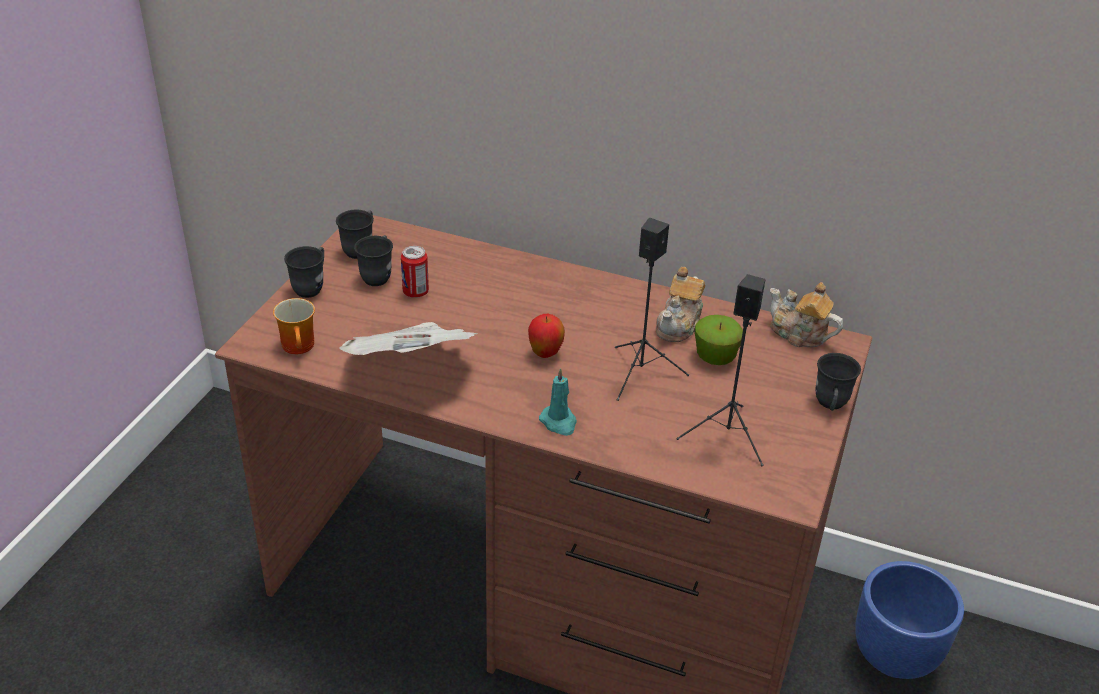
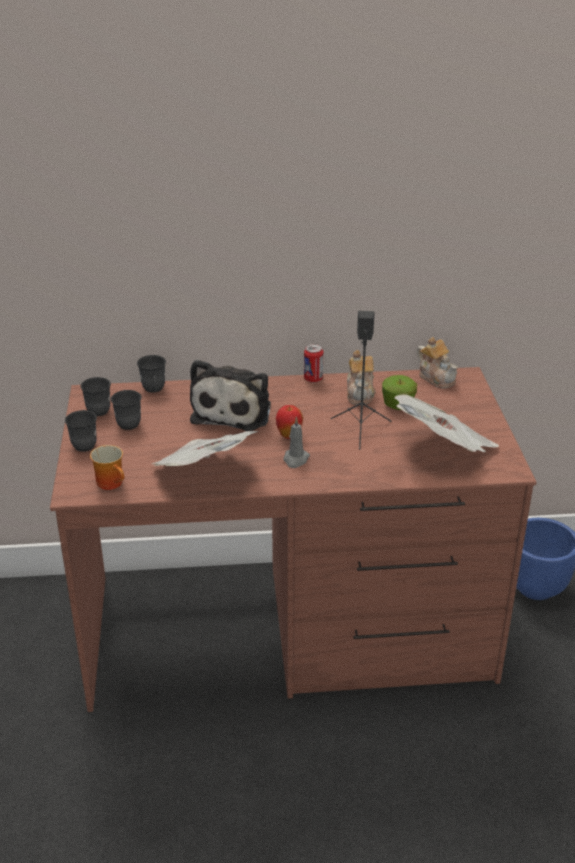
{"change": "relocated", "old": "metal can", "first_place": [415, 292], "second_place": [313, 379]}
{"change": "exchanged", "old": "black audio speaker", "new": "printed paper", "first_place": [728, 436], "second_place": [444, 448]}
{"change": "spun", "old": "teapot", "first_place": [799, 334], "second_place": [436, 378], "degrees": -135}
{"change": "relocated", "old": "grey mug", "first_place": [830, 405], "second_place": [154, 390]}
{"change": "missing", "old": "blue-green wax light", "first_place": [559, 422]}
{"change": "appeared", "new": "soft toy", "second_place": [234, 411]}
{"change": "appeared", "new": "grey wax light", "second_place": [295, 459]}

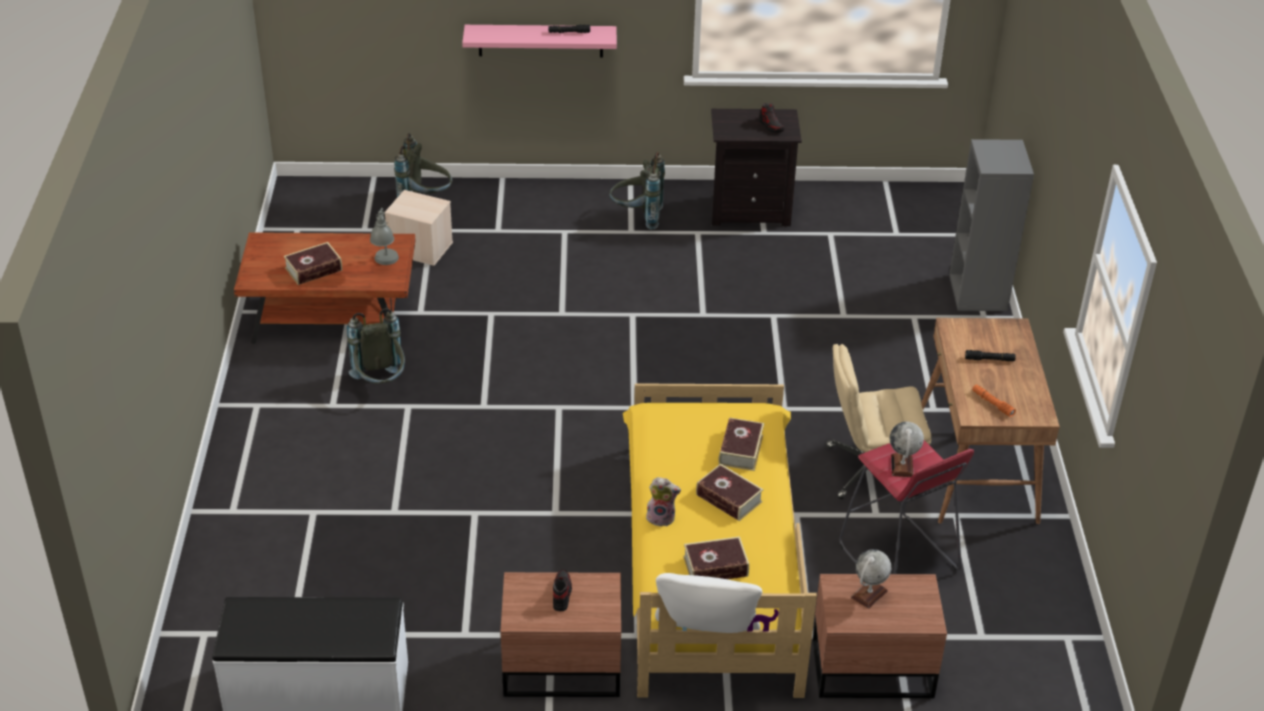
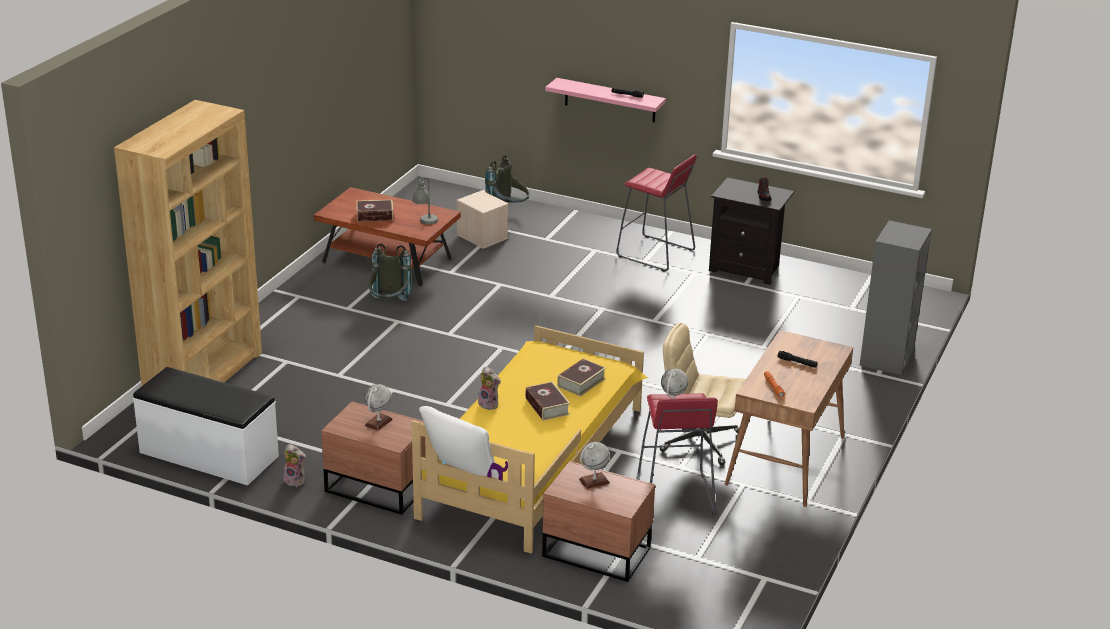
{"change": "exchanged", "old": "grey backpack", "new": "red-coloured stool seat", "first_place": [637, 217], "second_place": [655, 254]}
{"change": "missing", "old": "book", "first_place": [715, 566]}
{"change": "exchanged", "old": "low shoe", "new": "world globe", "first_place": [561, 594], "second_place": [378, 422]}
{"change": "appeared", "new": "brown-coloured bookshelf", "second_place": [204, 375]}
{"change": "appeared", "new": "soft toy", "second_place": [296, 481]}

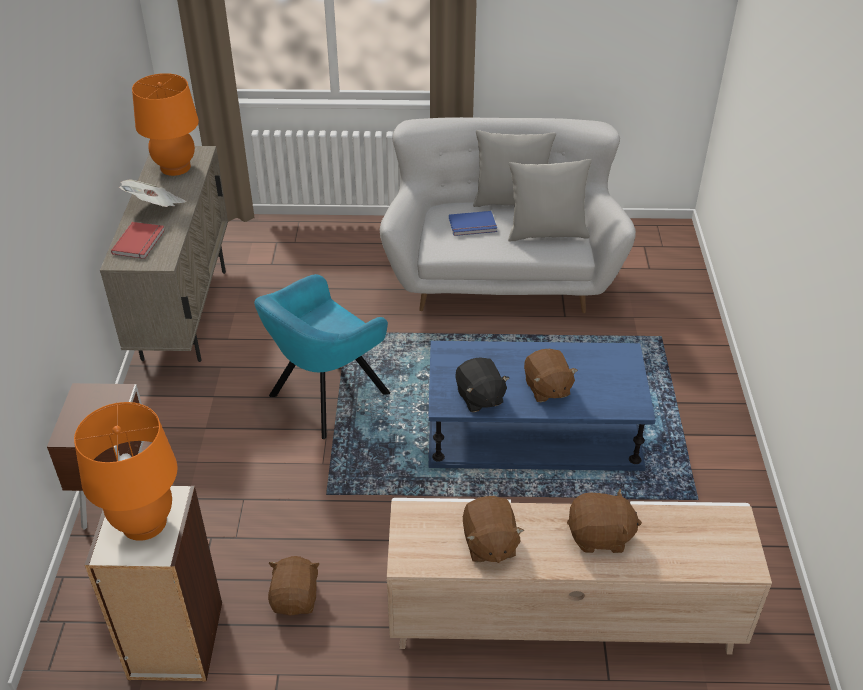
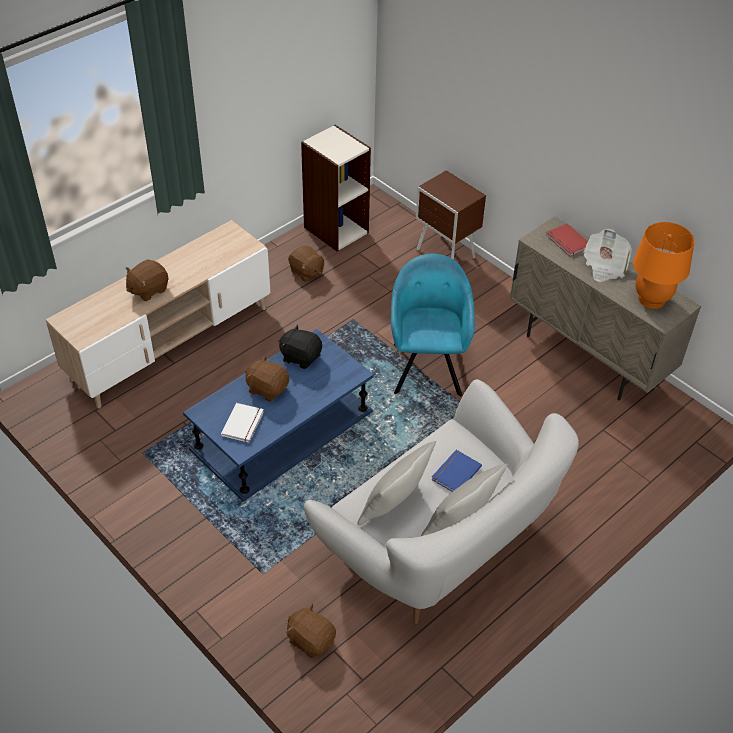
{"change": "missing", "old": "orangey table lamp", "first_place": [144, 523]}
{"change": "relocated", "old": "brown-coloured soft toy", "first_place": [489, 544], "second_place": [311, 639]}
{"change": "appeared", "new": "whitish book", "second_place": [244, 424]}

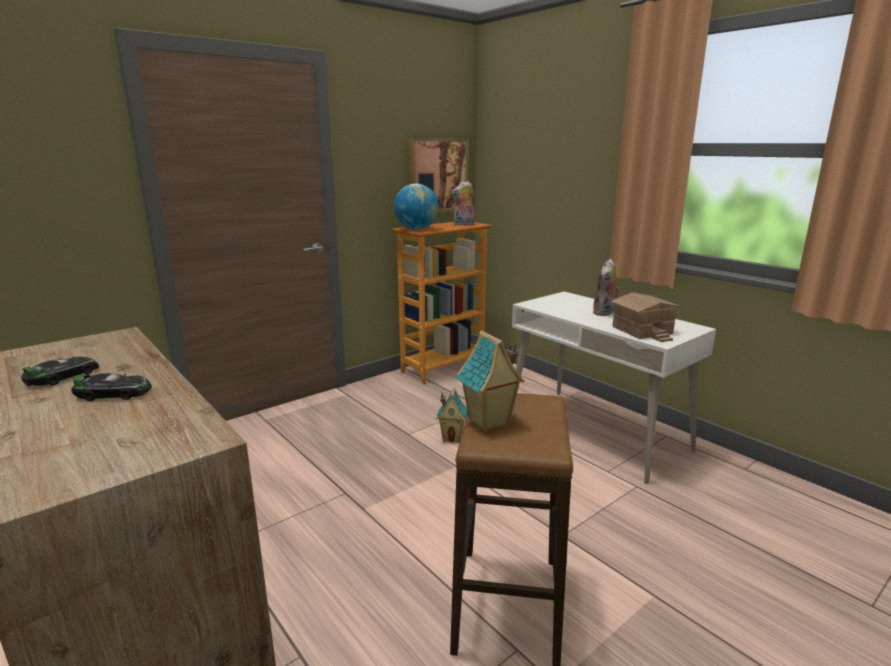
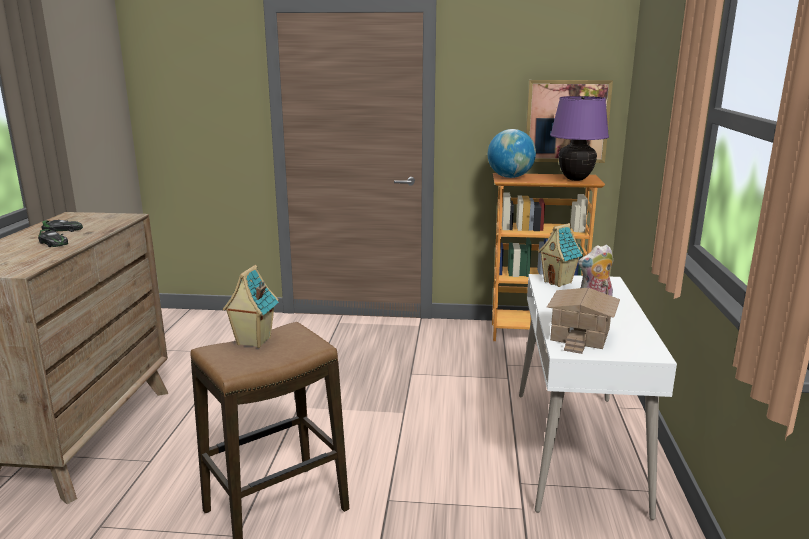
{"change": "exchanged", "old": "soft toy", "new": "purplish table lamp", "first_place": [464, 224], "second_place": [575, 179]}
{"change": "relocated", "old": "model house", "first_place": [453, 437], "second_place": [558, 282]}

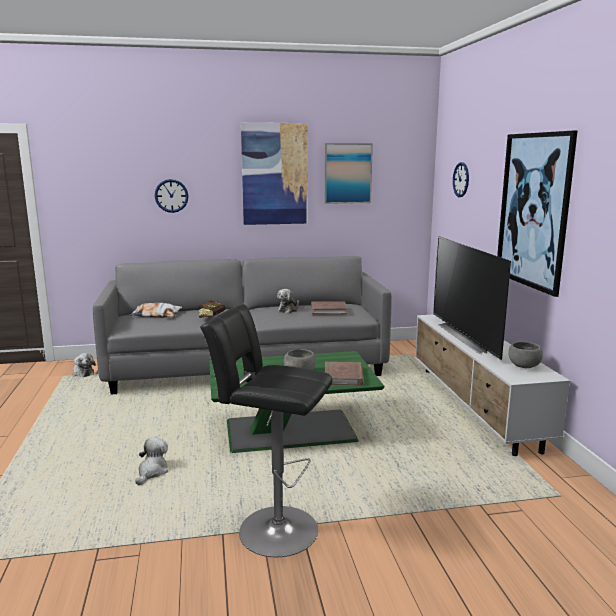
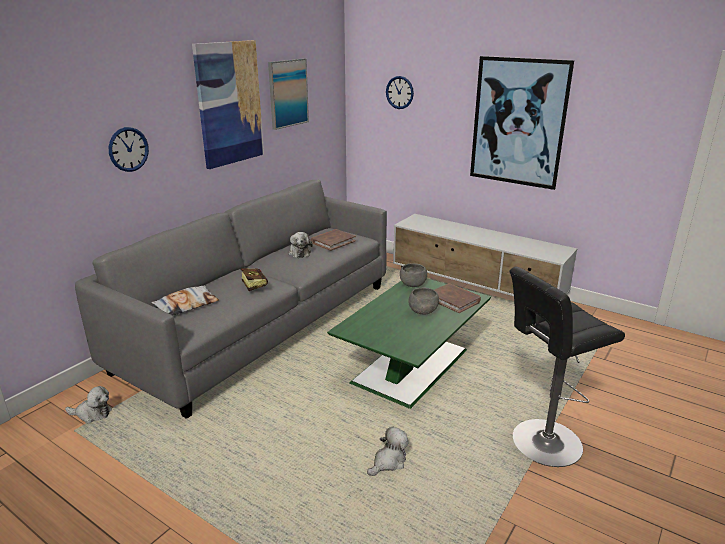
{"change": "missing", "old": "TV", "first_place": [469, 337]}
{"change": "relocated", "old": "grey deep dish", "first_place": [523, 366], "second_place": [412, 285]}
{"change": "spun", "old": "soft toy", "first_place": [152, 472], "second_place": [389, 462], "degrees": 75}

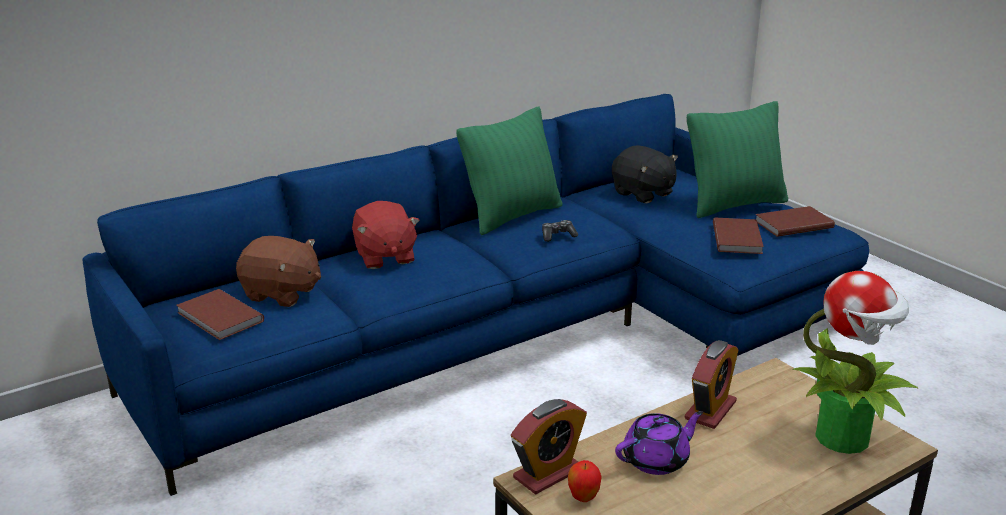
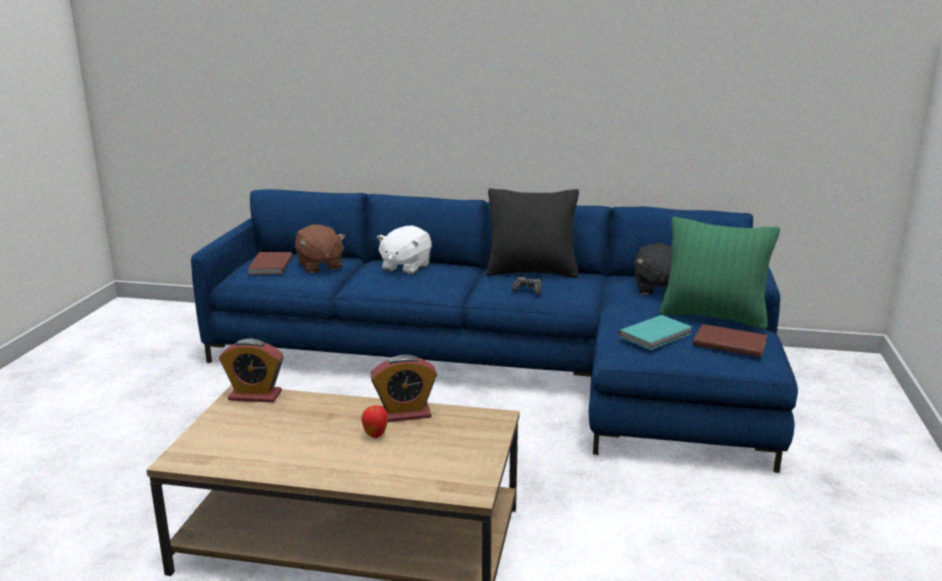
{"change": "colour", "old": "greenish pillow", "new": "black pillow", "first_place": [512, 216], "second_place": [531, 272]}
{"change": "colour", "old": "red-coloured soft toy", "new": "whitish soft toy", "first_place": [384, 257], "second_place": [405, 267]}
{"change": "colour", "old": "brown-coloured book", "new": "blue-green book", "first_place": [738, 238], "second_place": [657, 335]}
{"change": "missing", "old": "houseplant", "first_place": [844, 437]}
{"change": "missing", "old": "purplish teapot", "first_place": [657, 460]}
{"change": "relocated", "old": "whole apple", "first_place": [583, 498], "second_place": [375, 435]}

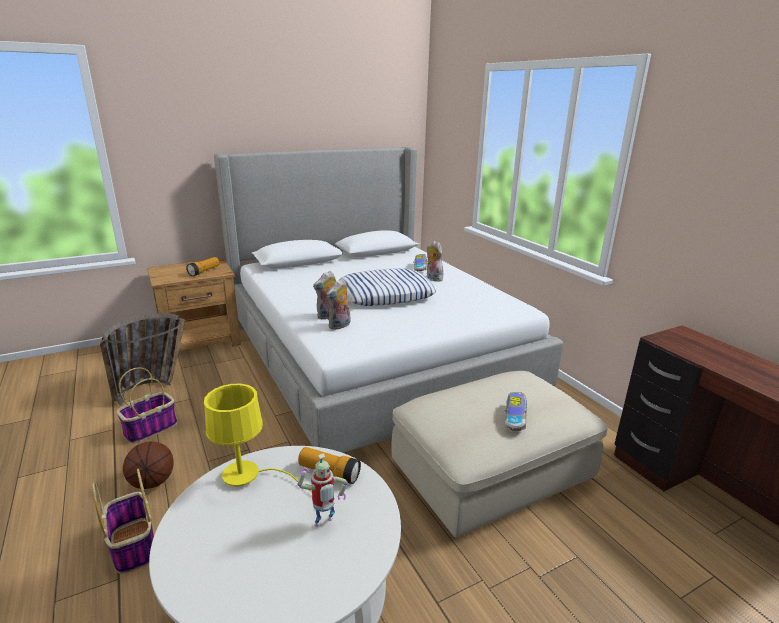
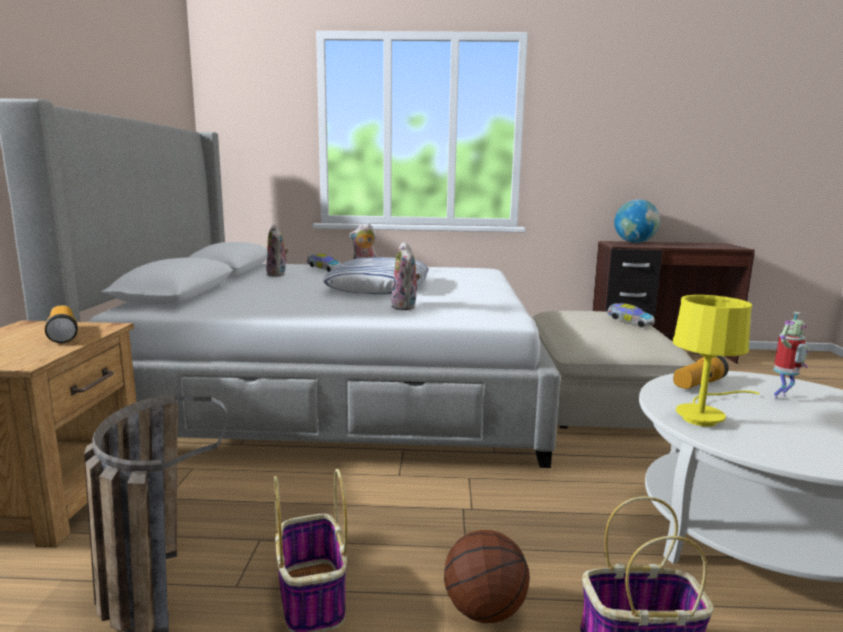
{"change": "relocated", "old": "soft toy", "first_place": [339, 326], "second_place": [278, 274]}
{"change": "spun", "old": "robot figure", "first_place": [324, 524], "second_place": [782, 398], "degrees": 60}
{"change": "appeared", "new": "world globe", "second_place": [634, 242]}

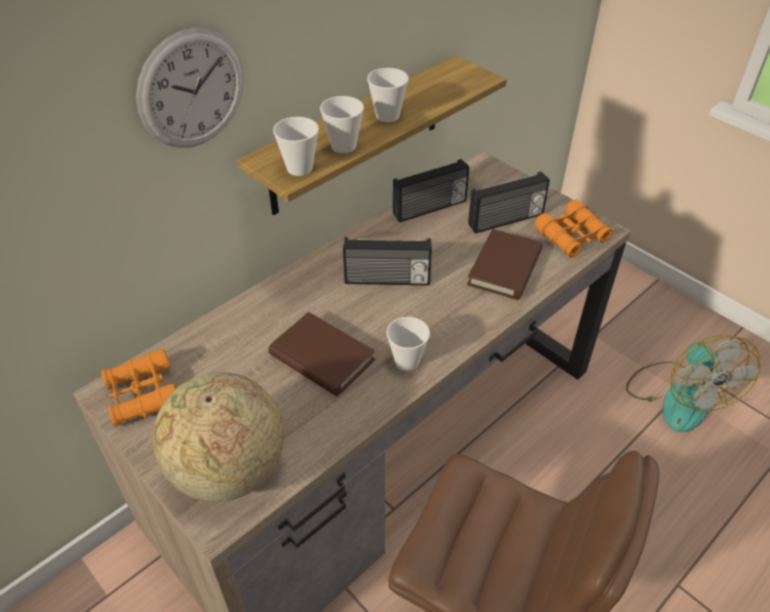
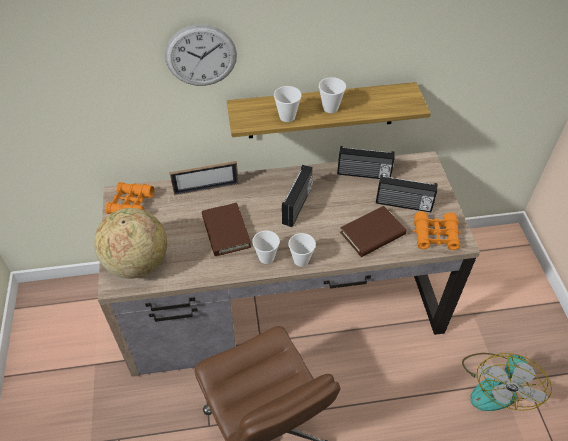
{"change": "relocated", "old": "cup", "first_place": [299, 168], "second_place": [301, 260]}
{"change": "spun", "old": "radio", "first_place": [387, 280], "second_place": [298, 206], "degrees": -105}
{"change": "appeared", "new": "standing frame", "second_place": [206, 188]}

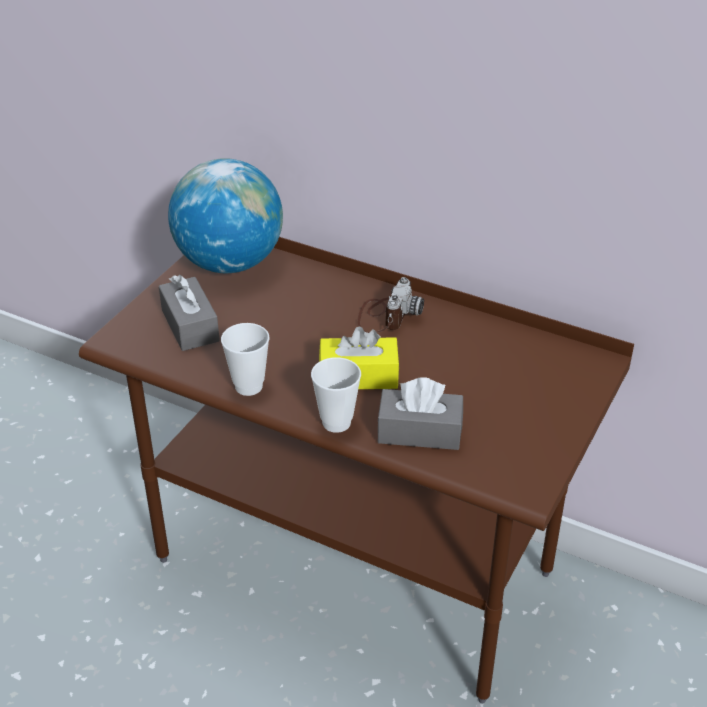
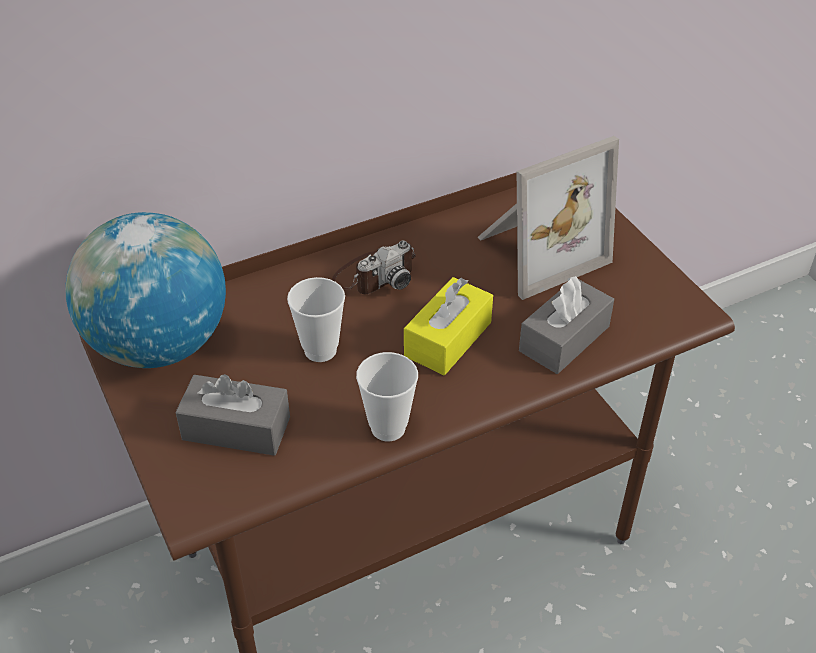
{"change": "spun", "old": "photo camera", "first_place": [386, 315], "second_place": [374, 275], "degrees": 90}
{"change": "relocated", "old": "cup", "first_place": [336, 422], "second_place": [320, 350]}
{"change": "appeared", "new": "standing frame", "second_place": [537, 250]}

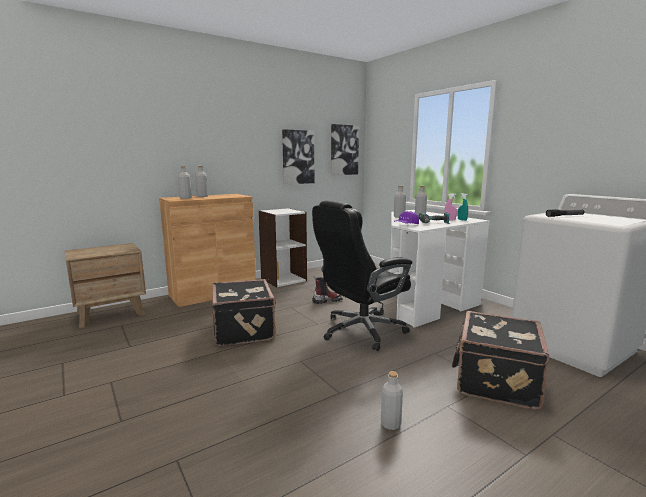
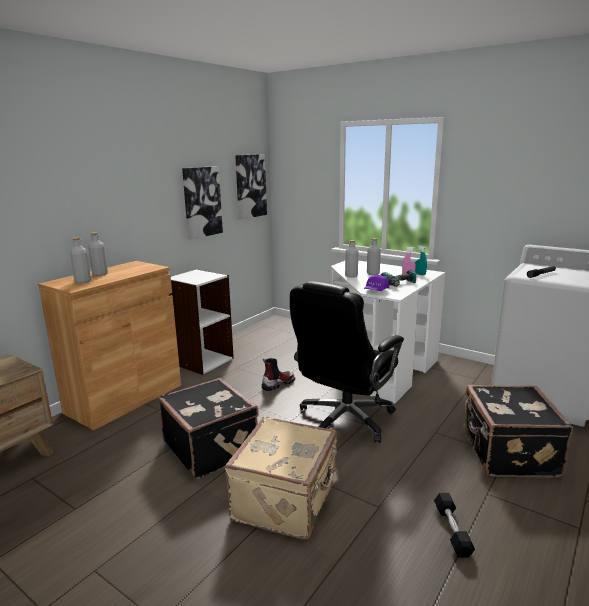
{"change": "exchanged", "old": "grey beverage bottle", "new": "black hand weight", "first_place": [390, 424], "second_place": [452, 530]}
{"change": "appeared", "new": "beige travel case", "second_place": [287, 500]}

